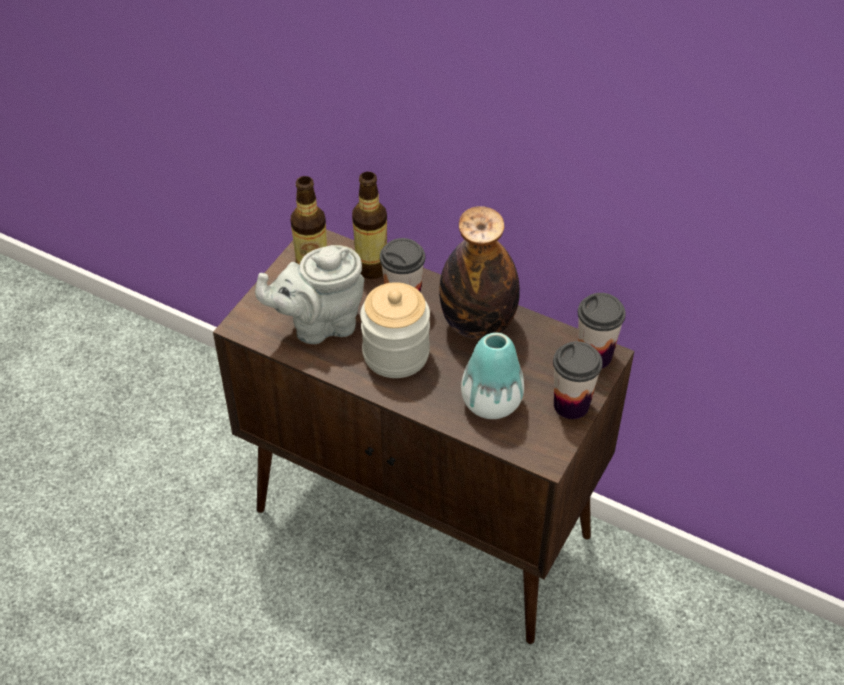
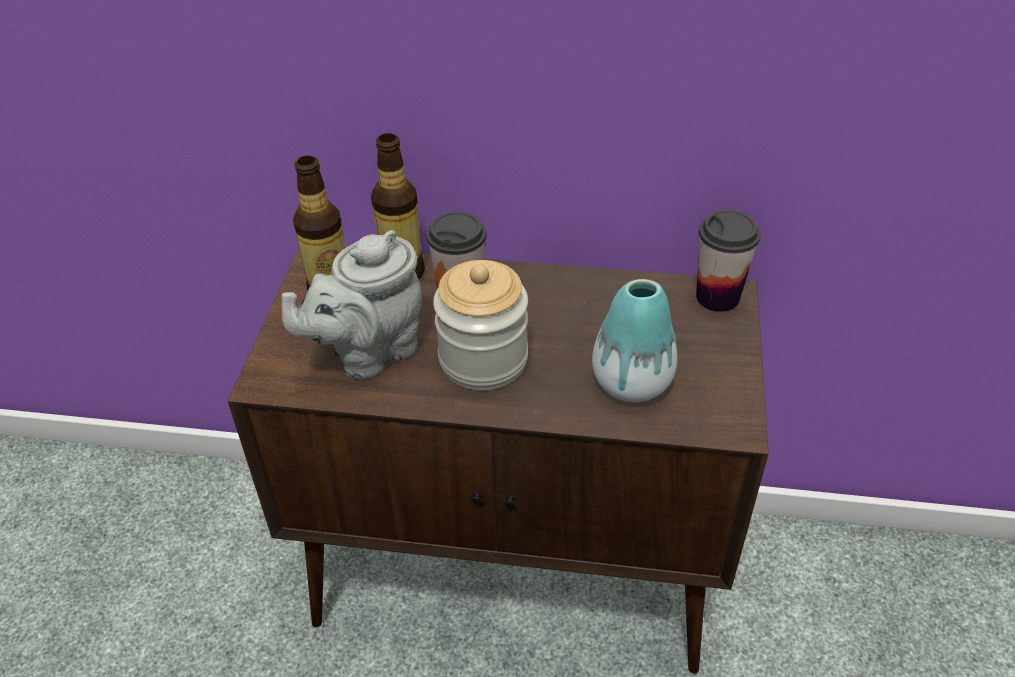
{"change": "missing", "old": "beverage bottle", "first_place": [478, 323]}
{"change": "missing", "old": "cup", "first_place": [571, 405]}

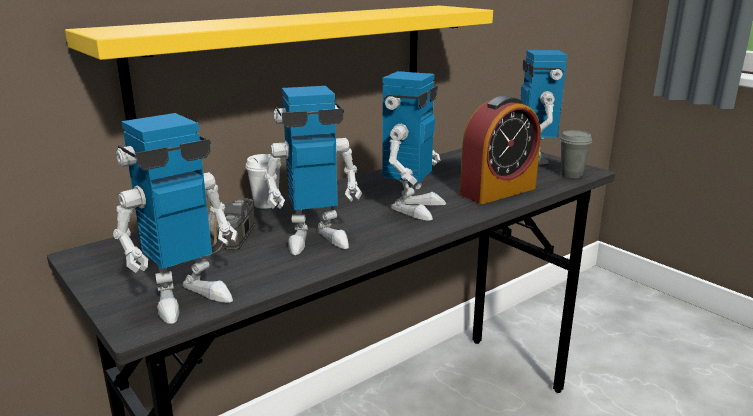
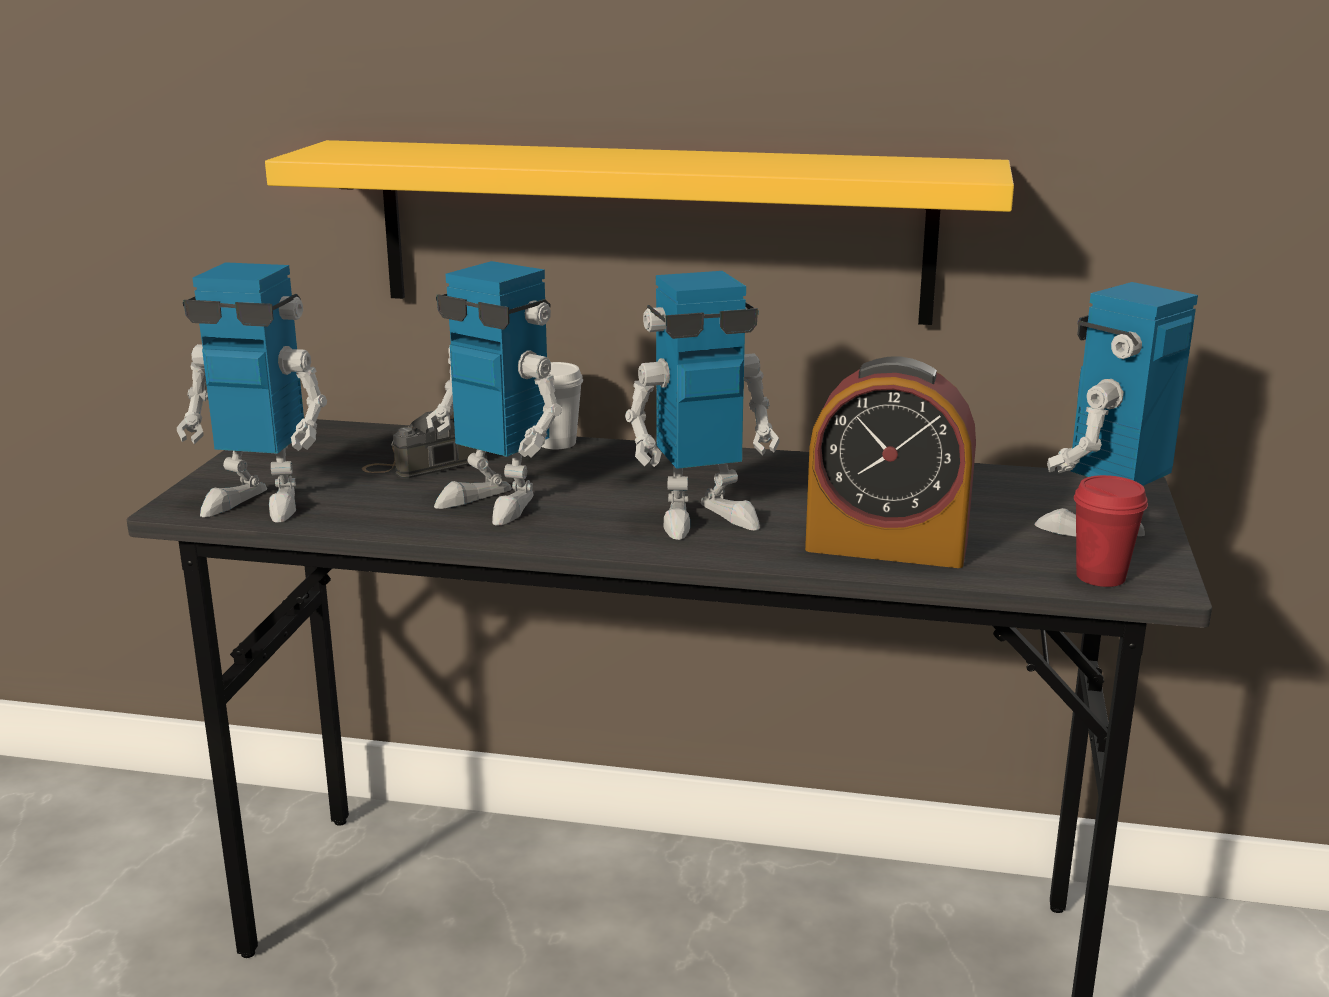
{"change": "colour", "old": "grey cup", "new": "red-coloured cup", "first_place": [571, 175], "second_place": [1100, 577]}

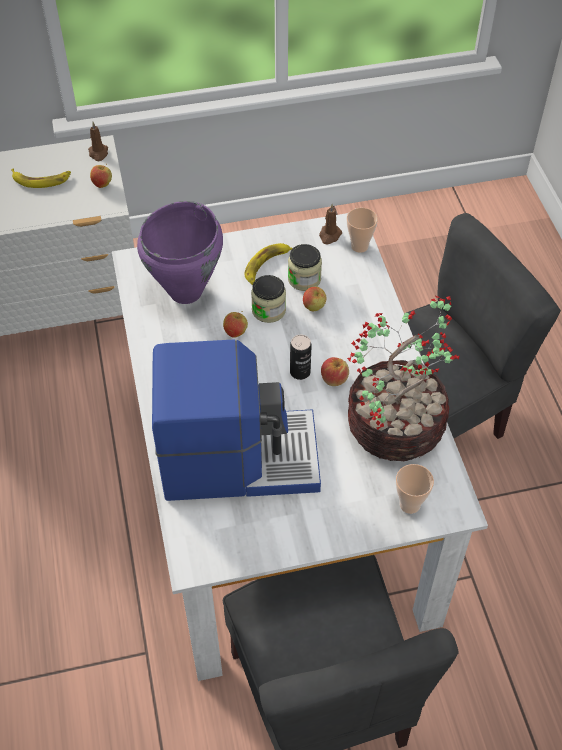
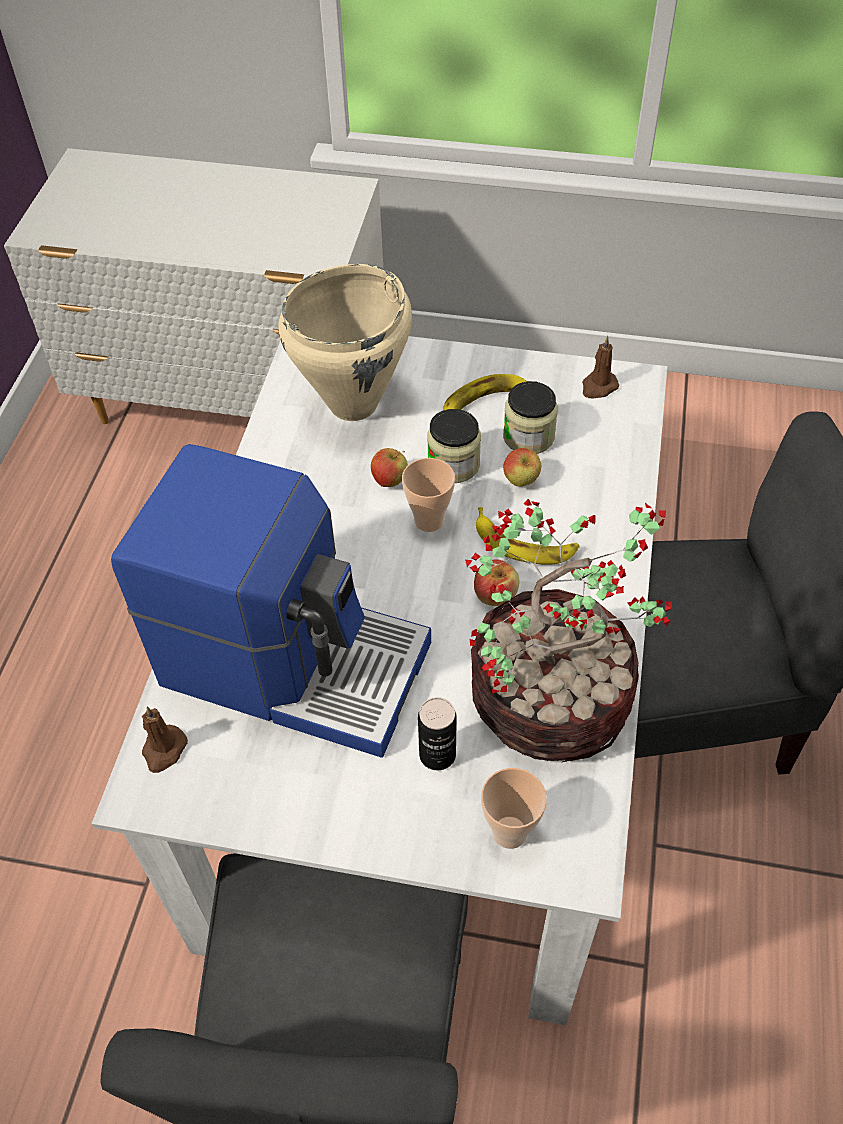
{"change": "relocated", "old": "brown-coloured wax light", "first_place": [98, 153], "second_place": [164, 750]}
{"change": "missing", "old": "whole apple", "first_place": [102, 184]}
{"change": "relocated", "old": "banana fruit", "first_place": [41, 180], "second_place": [524, 544]}
{"change": "colour", "old": "purplish cooking pot", "new": "beige cooking pot", "first_place": [186, 292], "second_place": [354, 404]}
{"change": "relocated", "old": "cup", "first_place": [359, 246], "second_place": [429, 520]}
{"change": "relocated", "old": "metal can", "first_place": [300, 372], "second_place": [437, 754]}

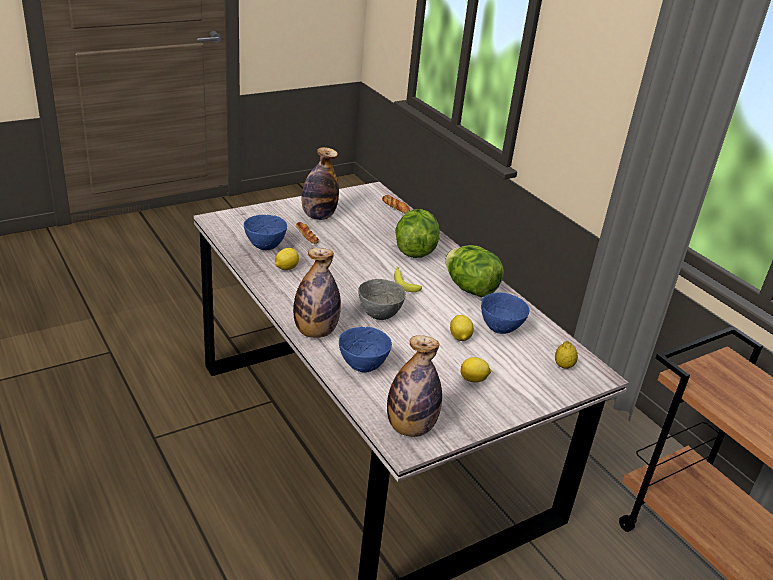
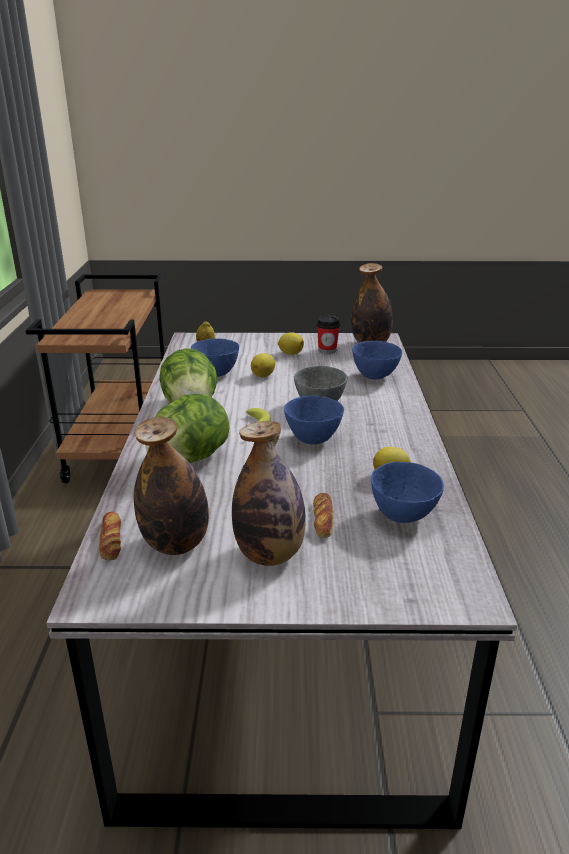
{"change": "relocated", "old": "beverage bottle", "first_place": [315, 332], "second_place": [176, 544]}
{"change": "appeared", "new": "cup", "second_place": [327, 350]}
{"change": "appeared", "new": "bluish deep dish", "second_place": [312, 439]}

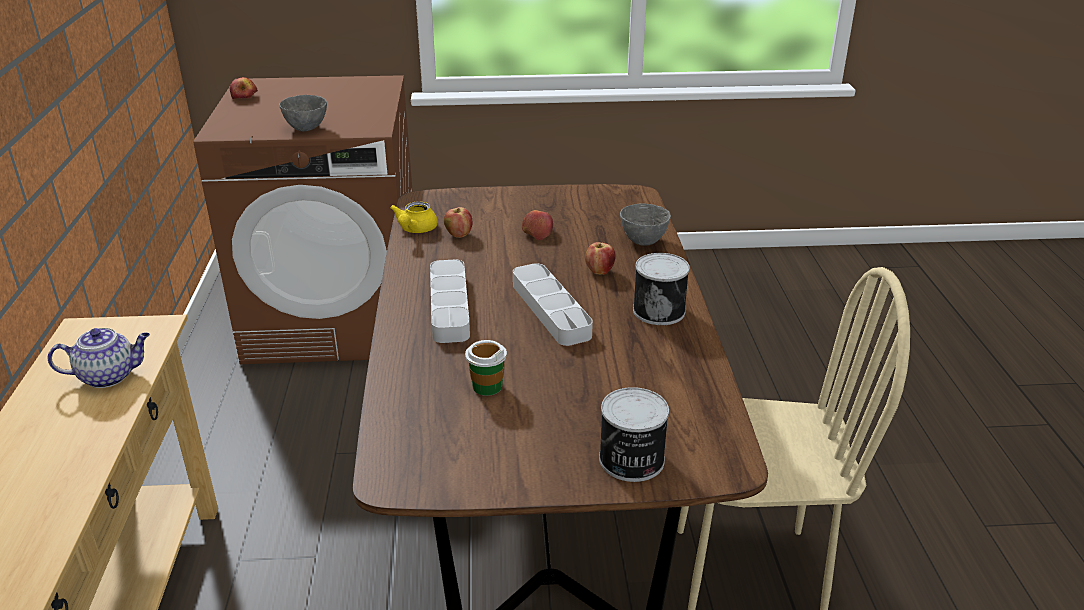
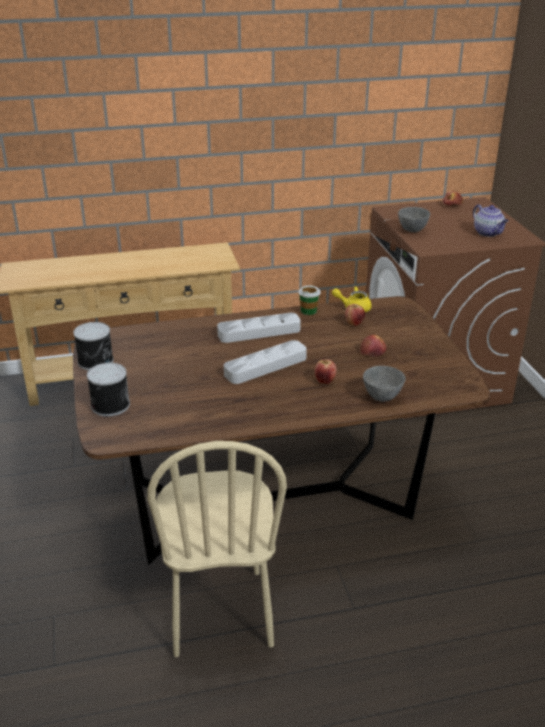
{"change": "relocated", "old": "metal can", "first_place": [659, 310], "second_place": [96, 361]}
{"change": "relocated", "old": "teapot", "first_place": [109, 376], "second_place": [488, 233]}
{"change": "relocated", "old": "cup", "first_place": [487, 386], "second_place": [308, 311]}

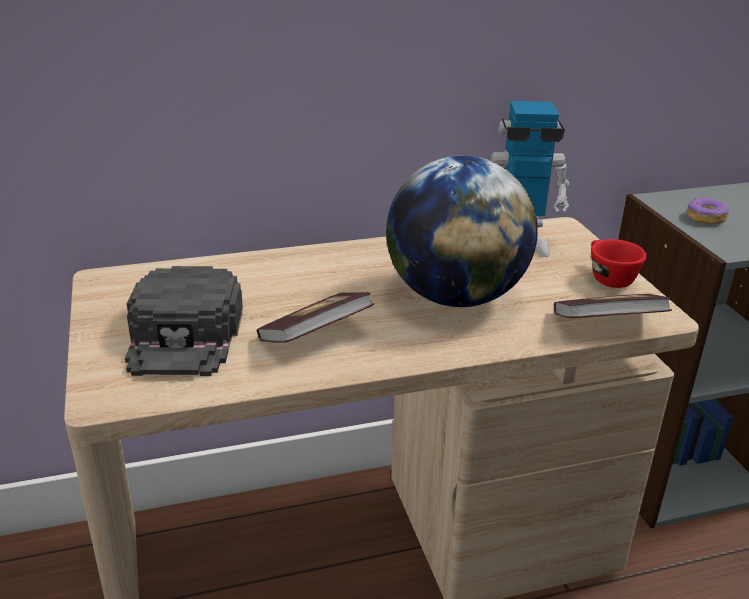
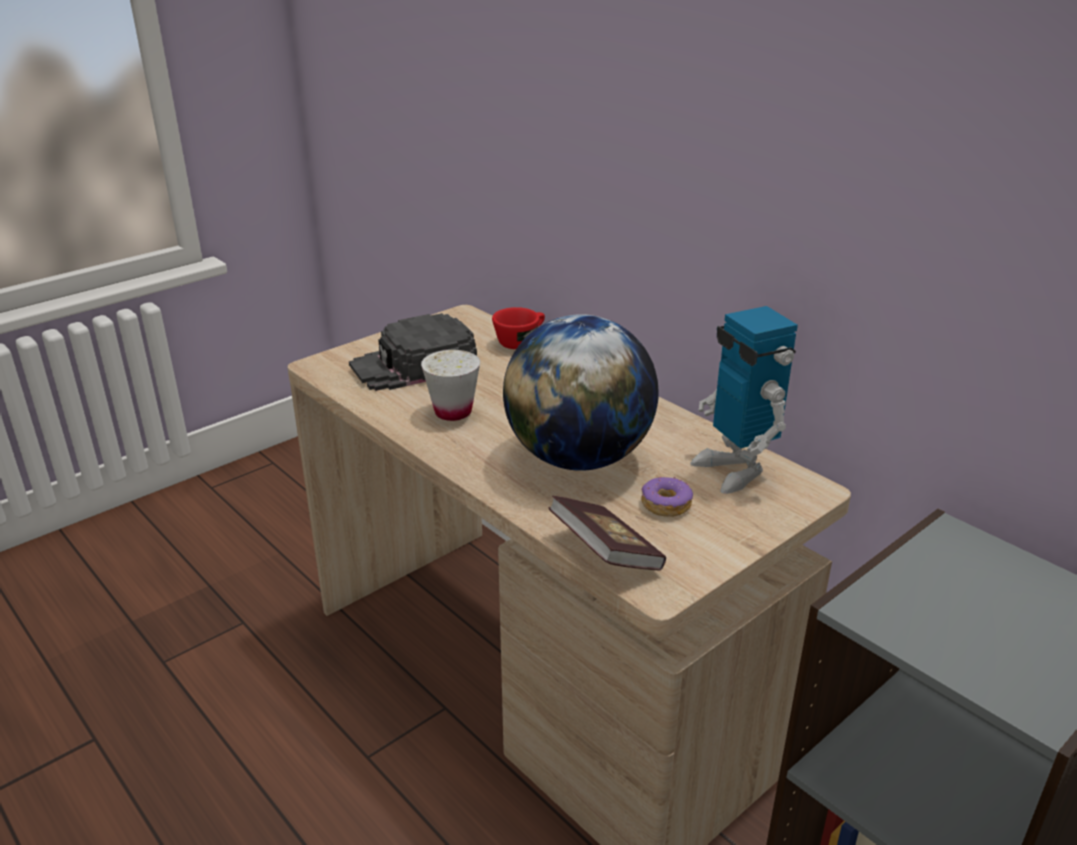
{"change": "relocated", "old": "doughnut", "first_place": [705, 218], "second_place": [665, 504]}
{"change": "relocated", "old": "red-coloured cup", "first_place": [607, 277], "second_place": [520, 341]}
{"change": "exchanged", "old": "book", "new": "whitish cup", "first_place": [315, 336], "second_place": [453, 412]}

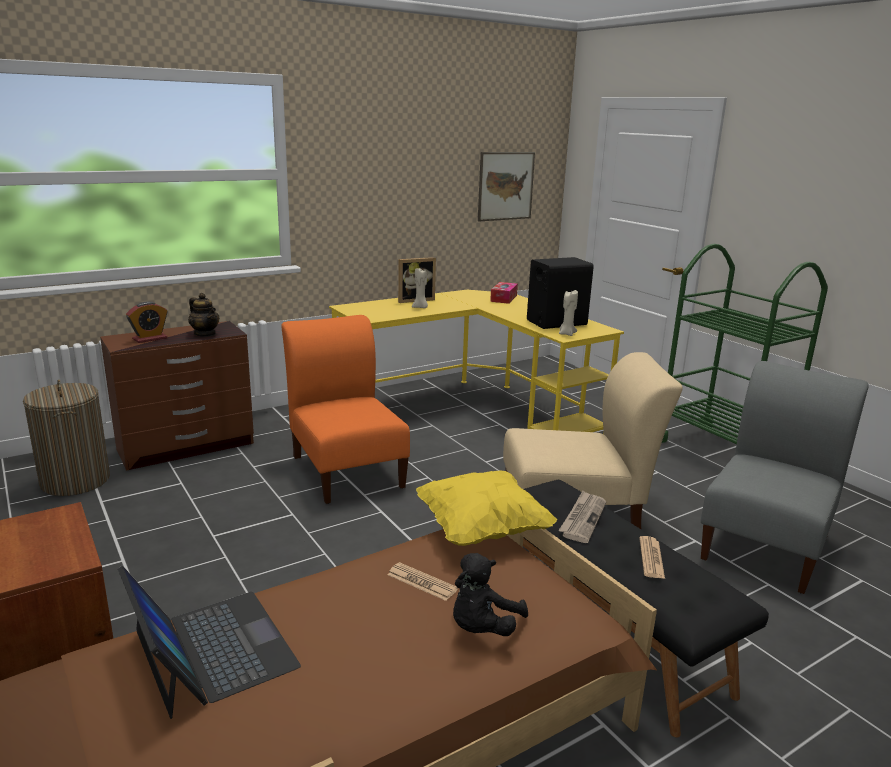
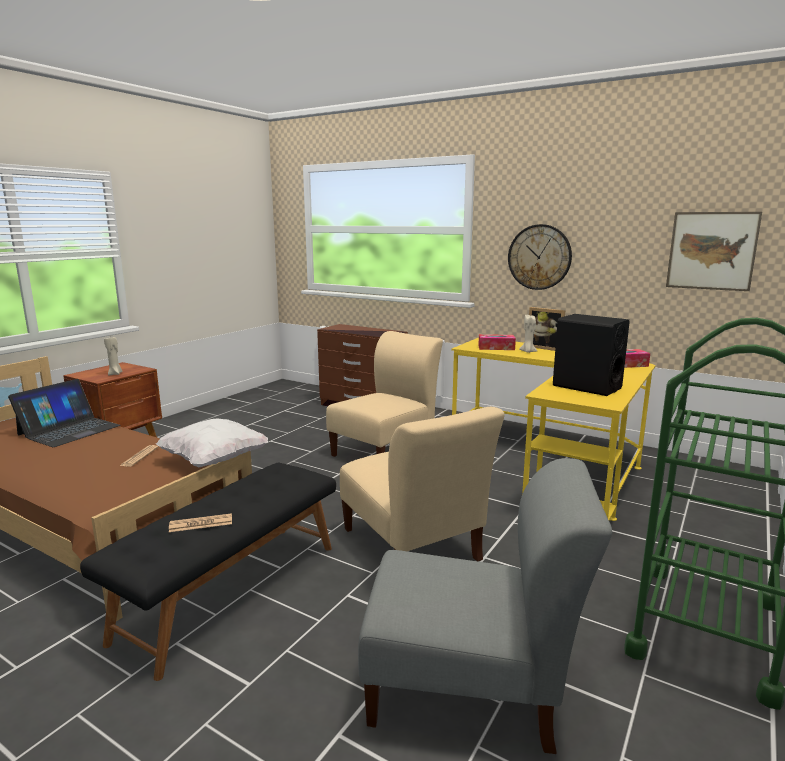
{"change": "relocated", "old": "beige wax light", "first_place": [566, 334], "second_place": [115, 374]}
{"change": "missing", "old": "teapot", "first_place": [205, 334]}
{"change": "missing", "old": "bedside clock", "first_place": [150, 338]}
{"change": "colour", "old": "orangey chair", "new": "beige chair", "first_place": [346, 469], "second_place": [386, 449]}
{"change": "missing", "old": "hamper", "first_place": [75, 480]}
{"change": "colour", "old": "yellowish pillow", "new": "whitish pillow", "first_place": [481, 530], "second_place": [215, 461]}
{"change": "missing", "old": "printed paper", "first_place": [582, 518]}
{"change": "missing", "old": "black soft toy", "first_place": [482, 628]}
{"change": "appeared", "new": "clock on the wall", "second_place": [539, 257]}
{"change": "appeared", "new": "tissue holder", "second_place": [496, 348]}

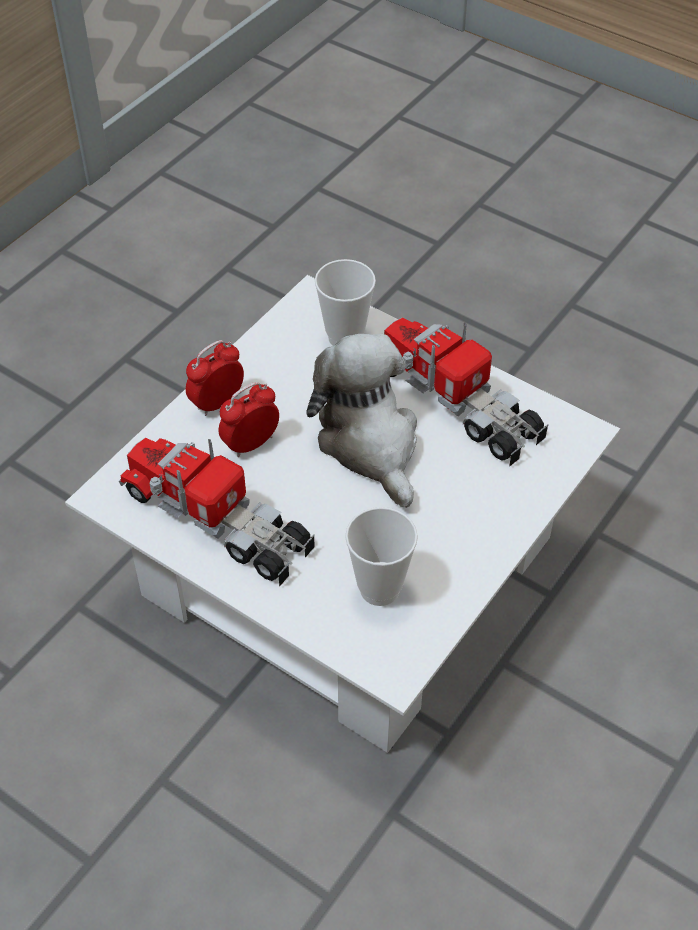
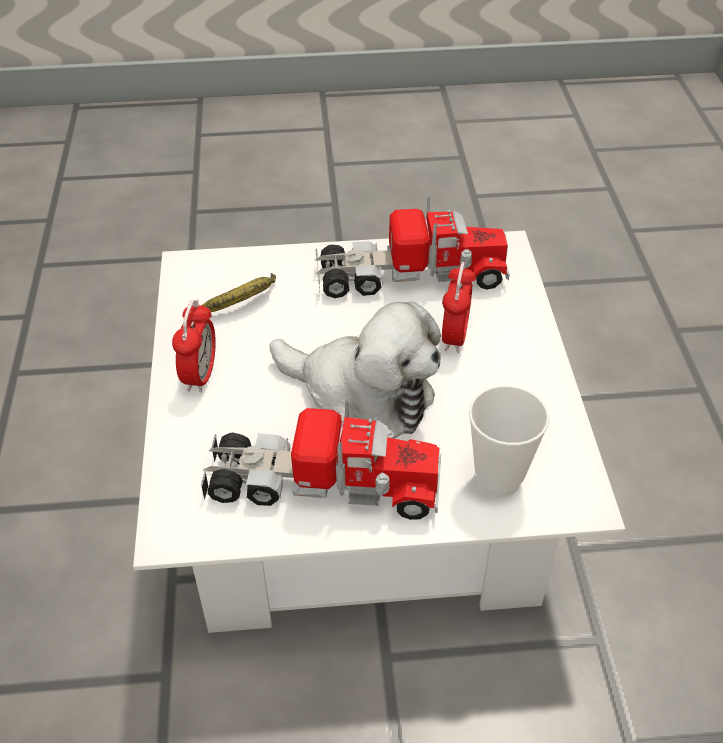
{"change": "relocated", "old": "bedside clock", "first_place": [217, 402], "second_place": [200, 375]}
{"change": "exchanged", "old": "cup", "new": "banana fruit", "first_place": [379, 589], "second_place": [244, 302]}

